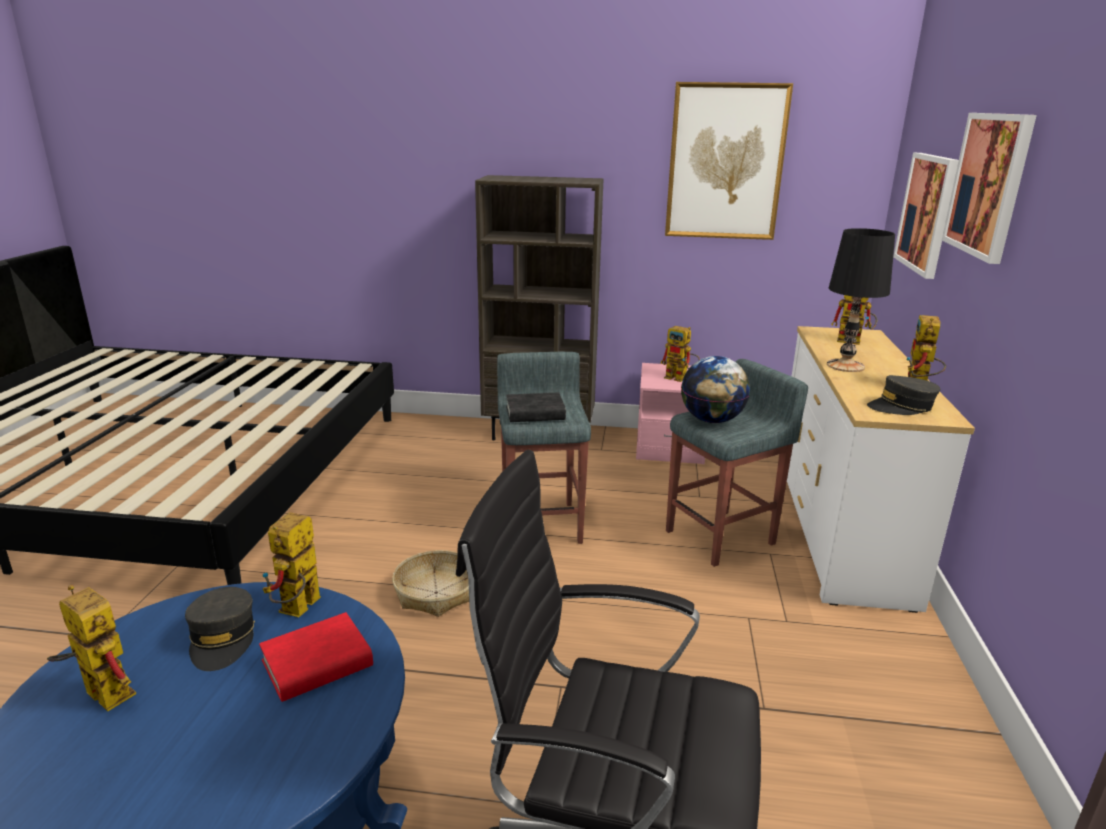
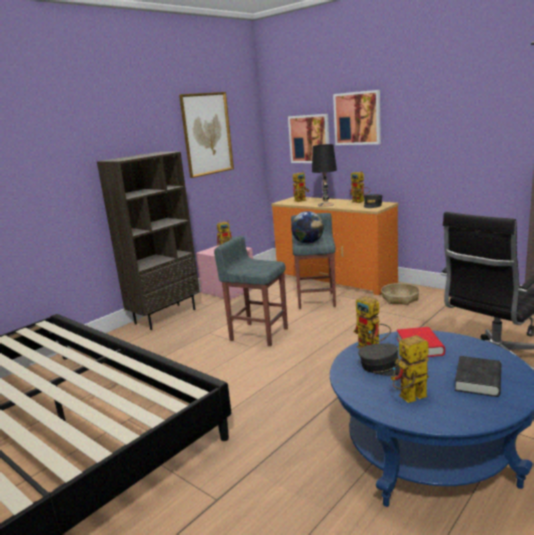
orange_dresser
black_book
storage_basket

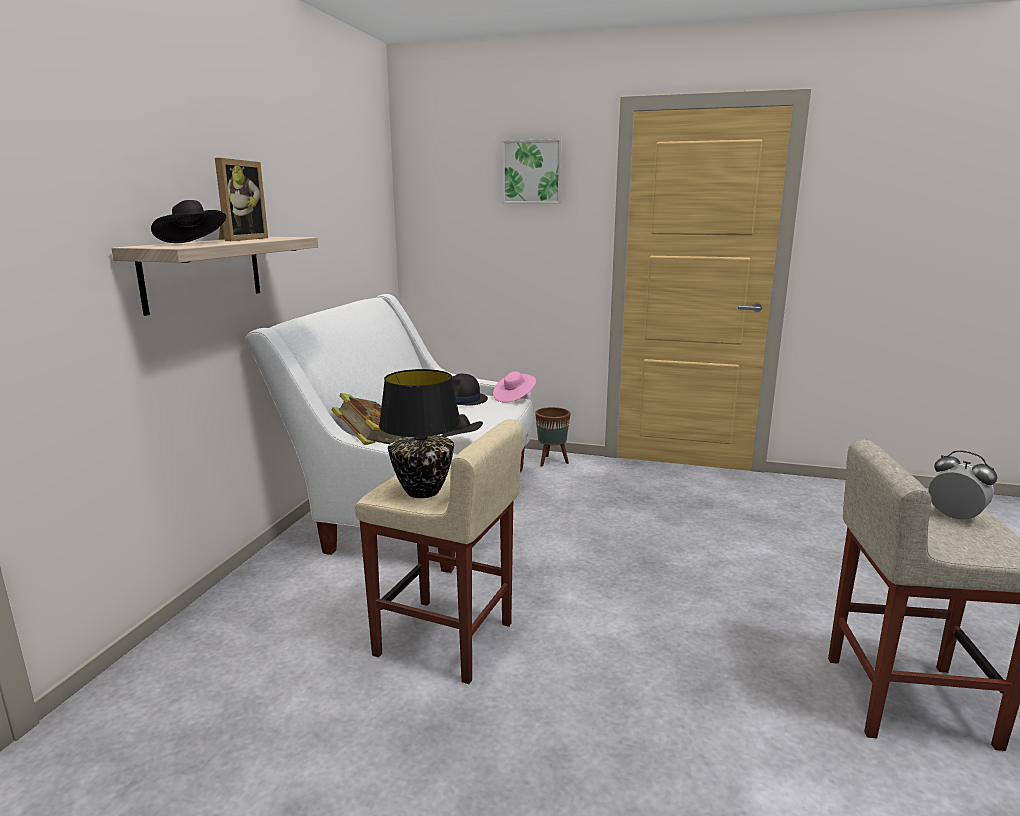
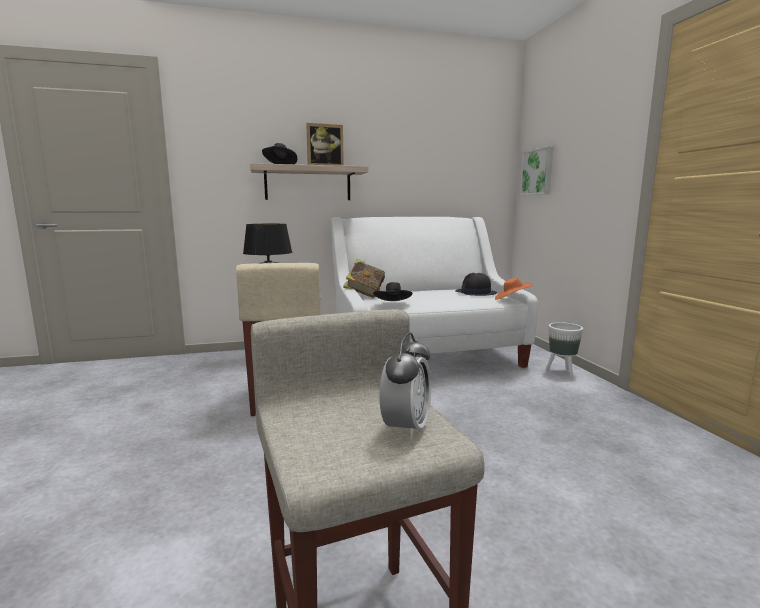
picture
orange_hat
whitish_flower_pot

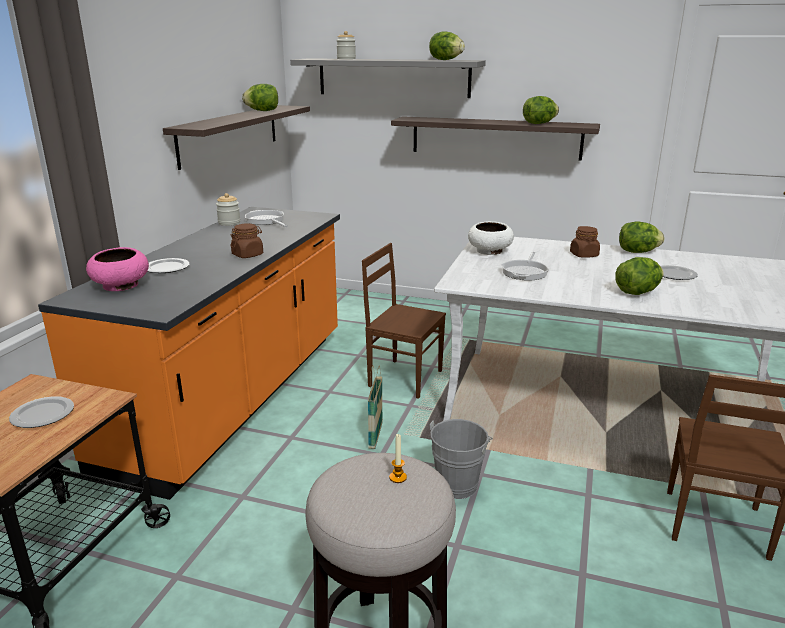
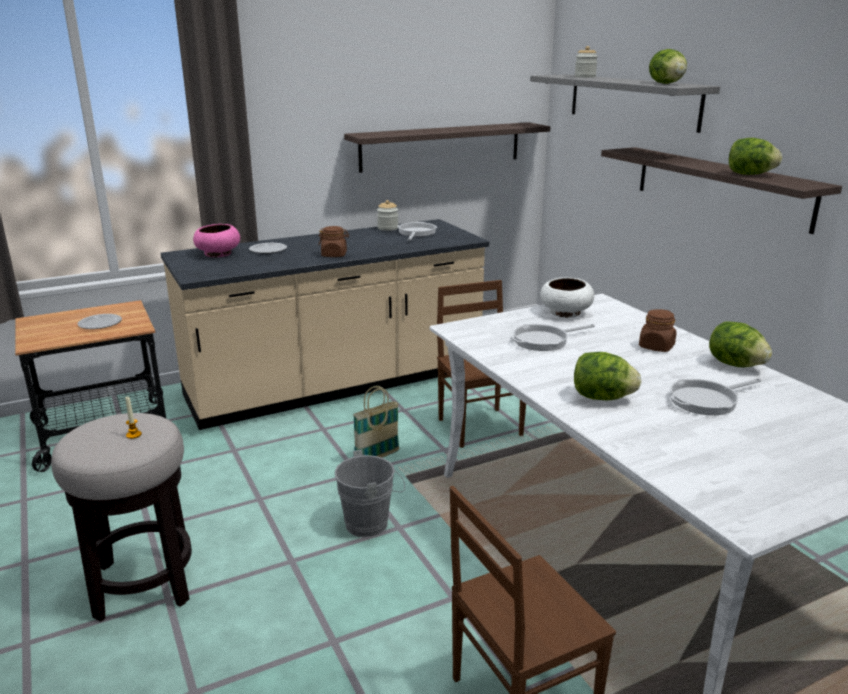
lettuce_head (1st from left in the first image)
beige-coloured_kitchen_base_unit
frying_pan (3rd from left)

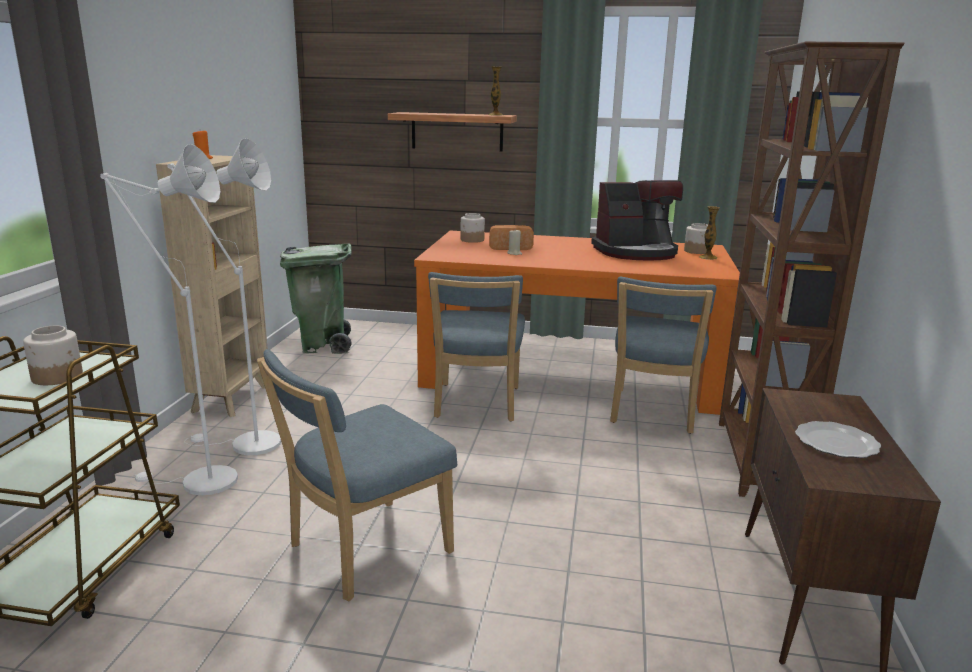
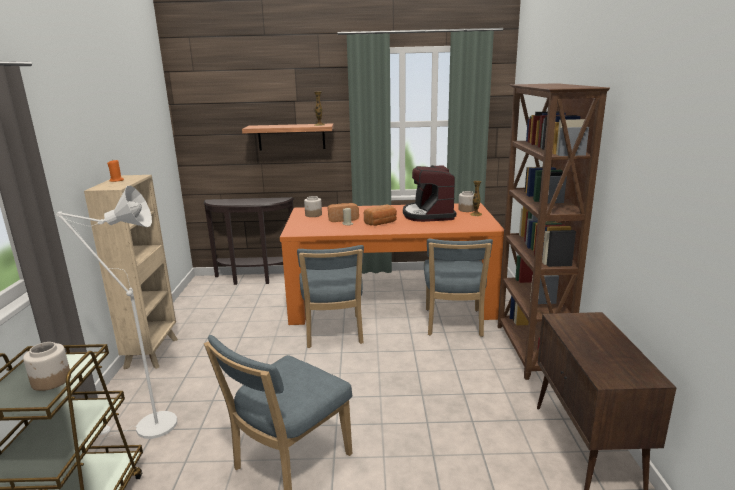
whitish_standard_lamp (2nd from left in the first image)
coffee_maker
green_trash_can
plate
brown_narrow_table
bakery_bread (2nd from left)

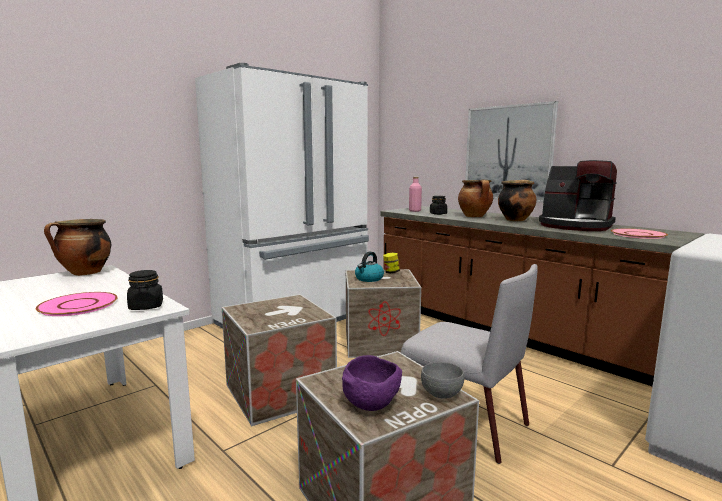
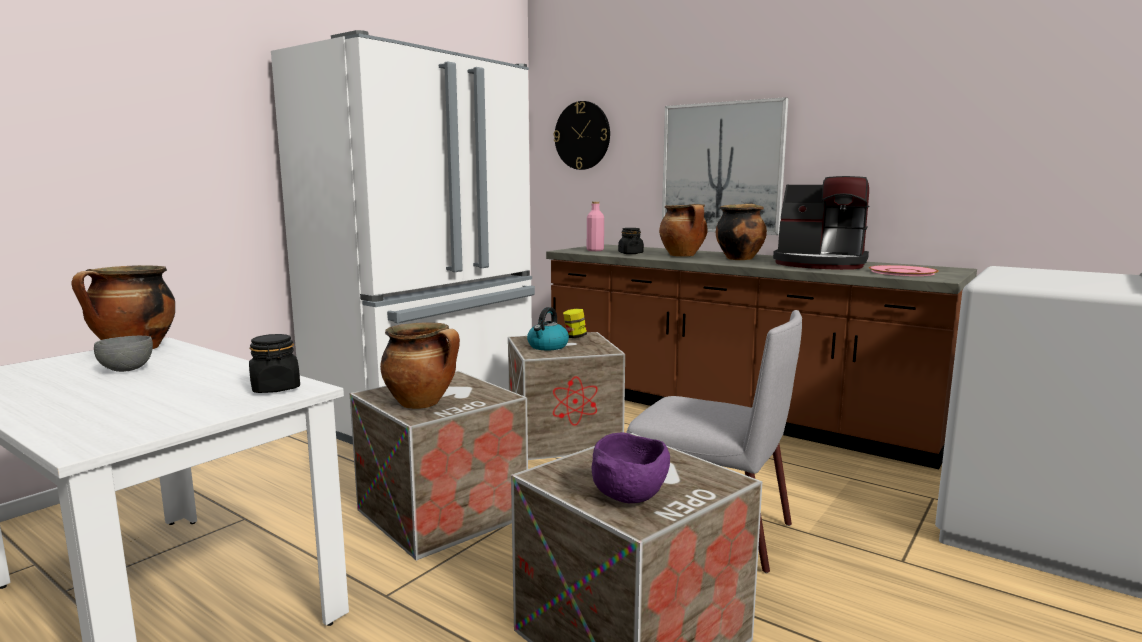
pink-coloured_plate (1st from left in the first image)
gray_bowl
wall_clock
cooking_pot (2nd from left)

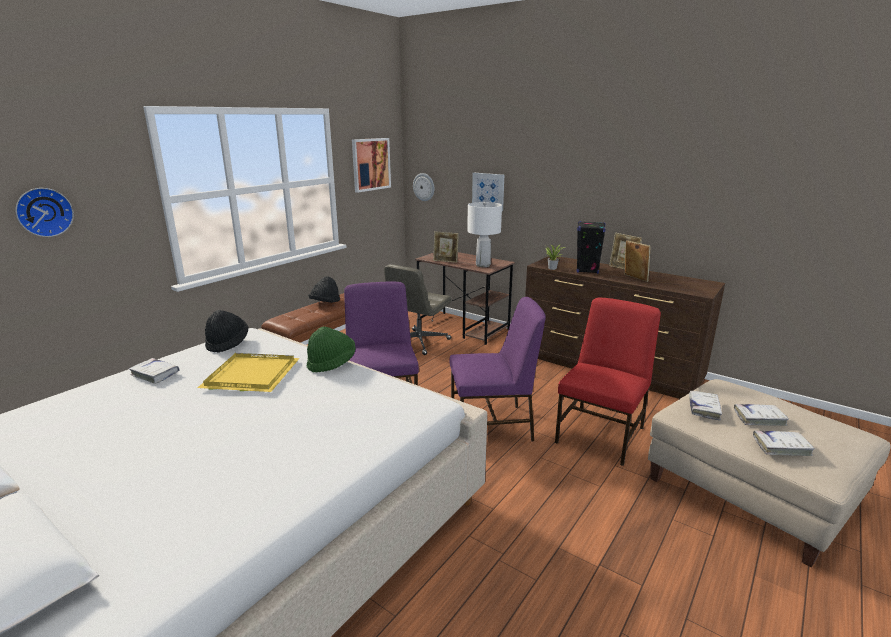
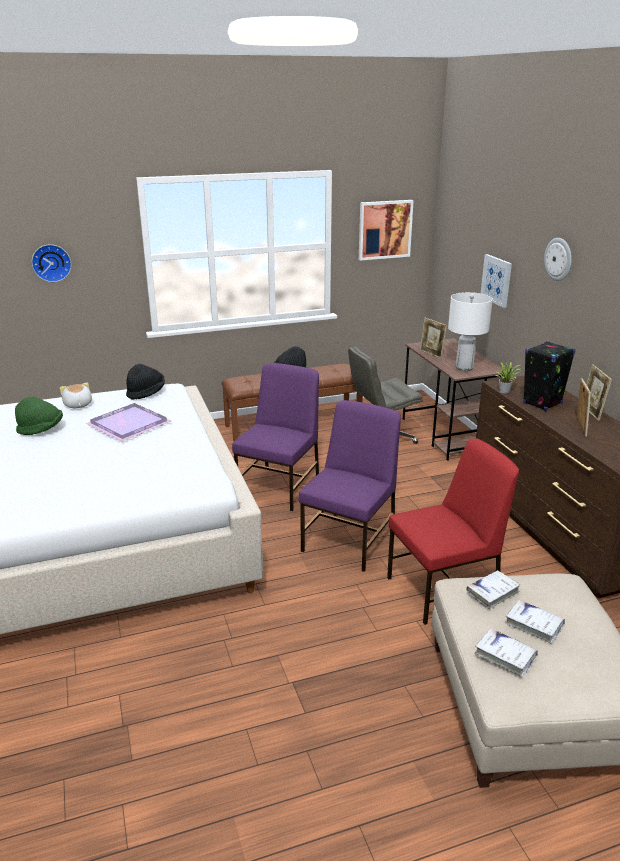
wall_clock (2nd from left)
purple-coloured_upright_chair (2nd from left)
green_hat
purple-coloured_carrying_tray
soft_toy

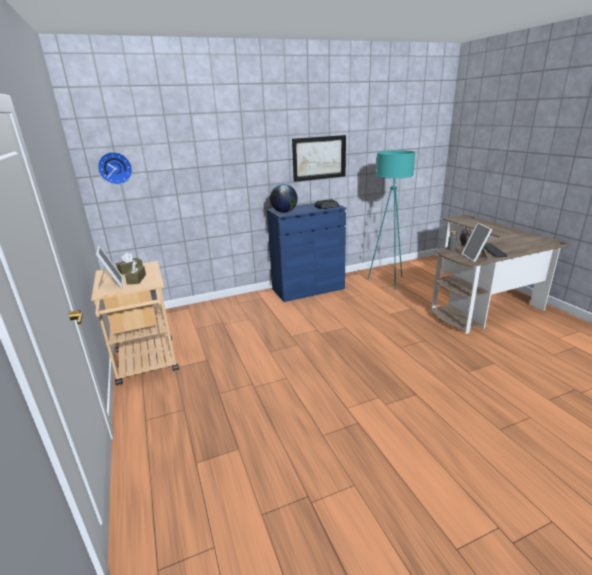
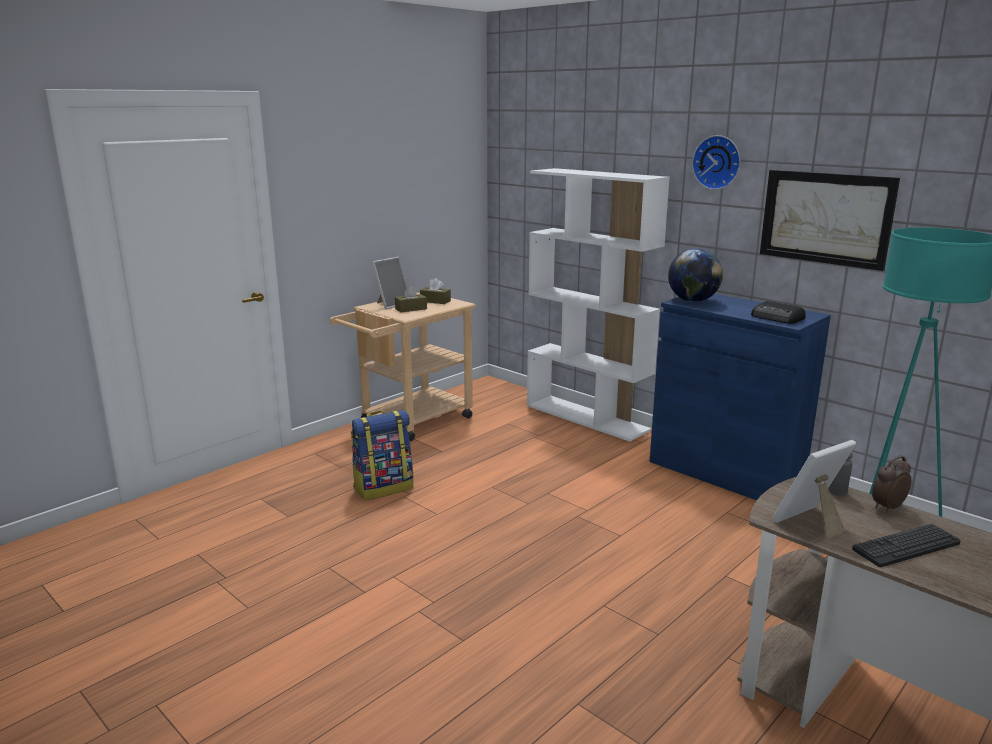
wall_clock
whitish_shelving_unit
knapsack

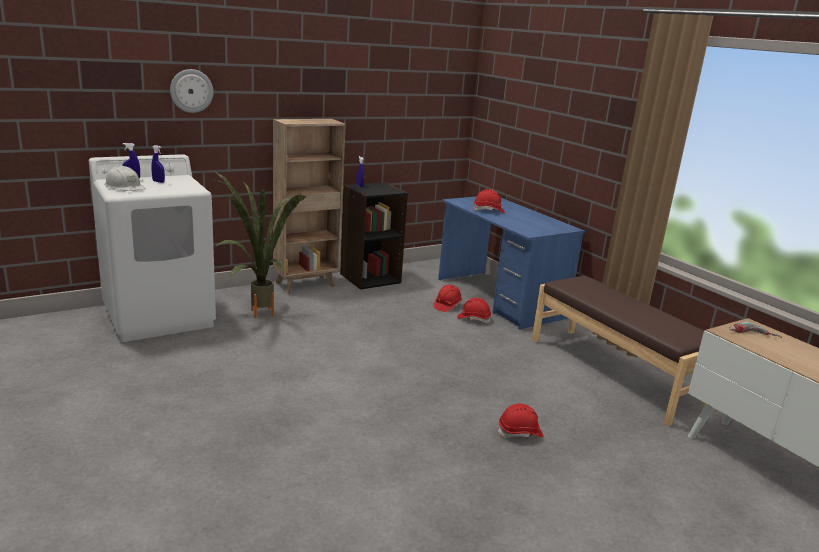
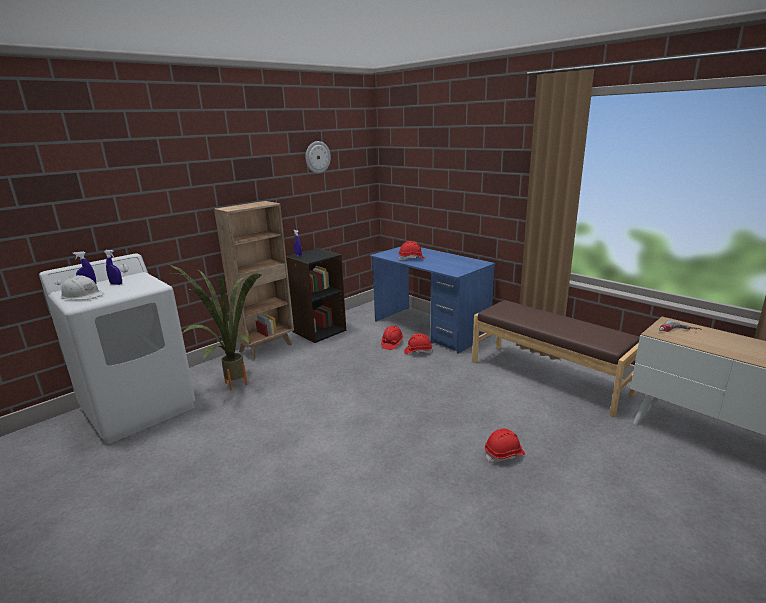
wall_clock

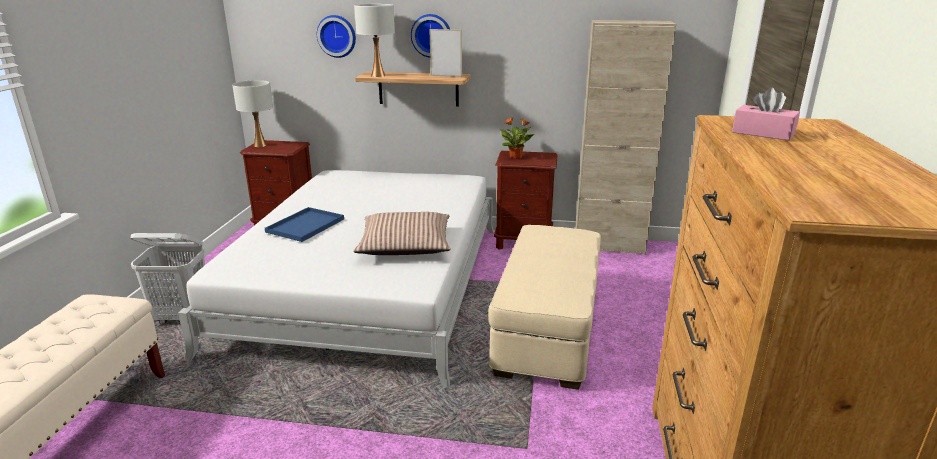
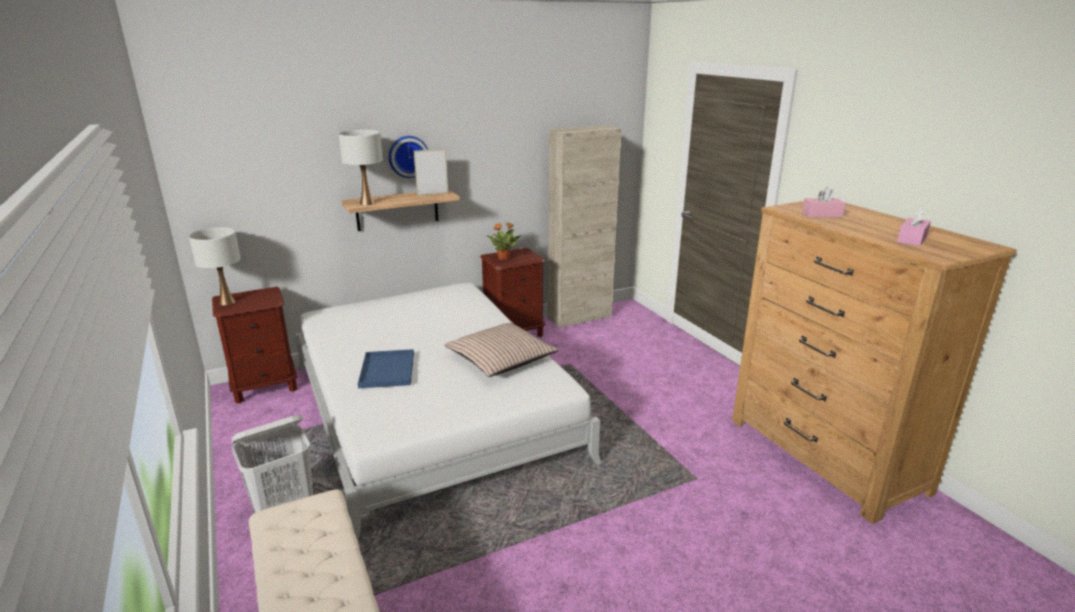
wall_clock (1st from left in the first image)
beige-coloured_ottoman
pink-coloured_tissue_holder (2nd from left)

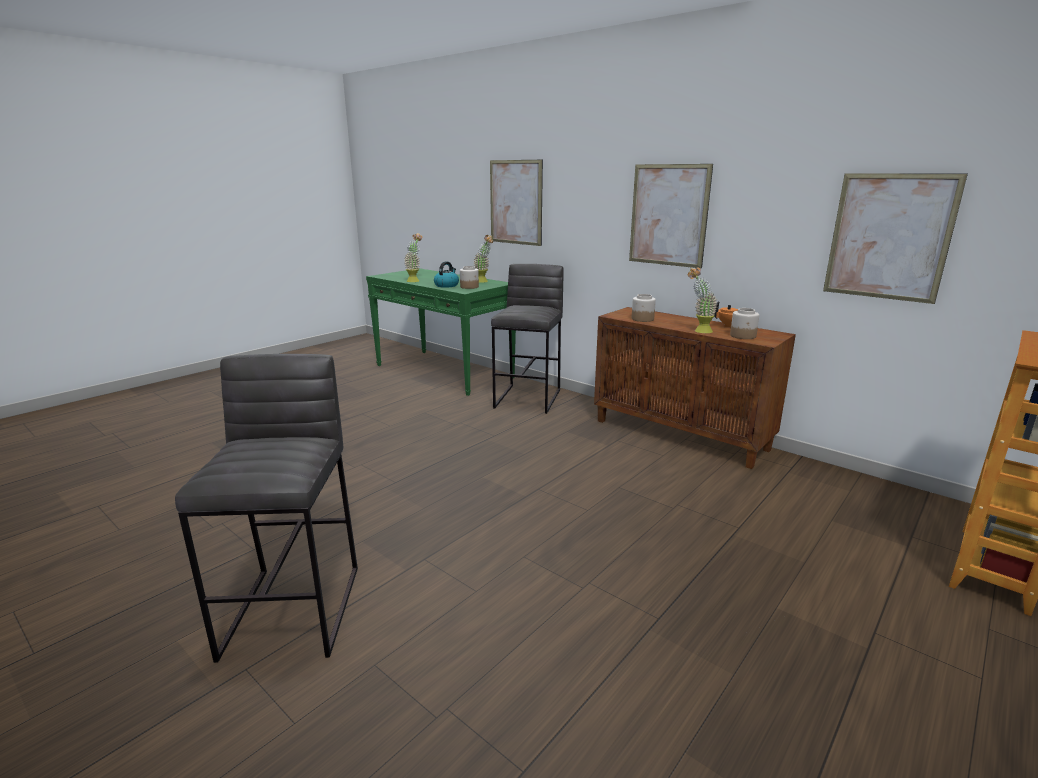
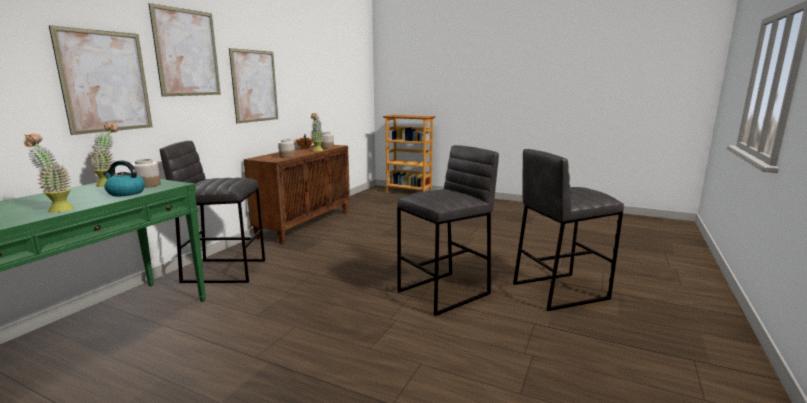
picture (2nd from left)
gray_sitting_stool (2nd from left)

